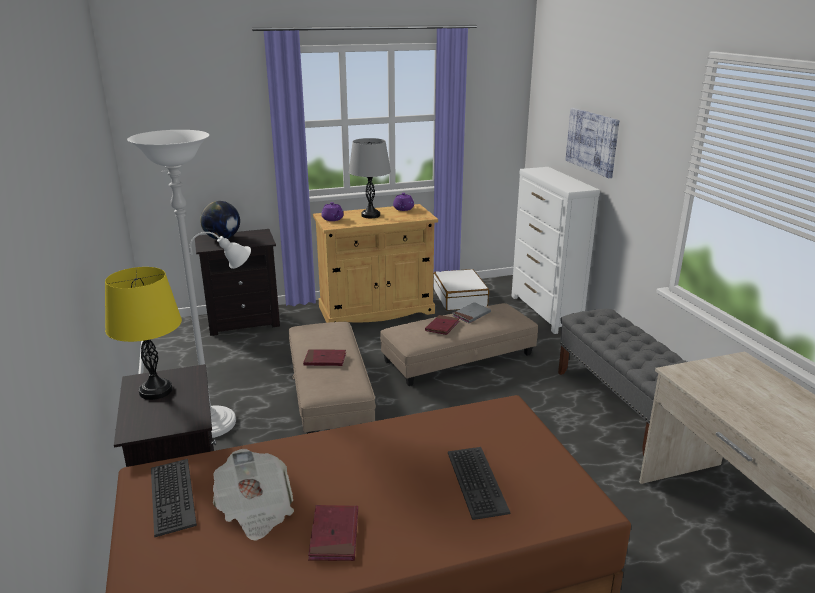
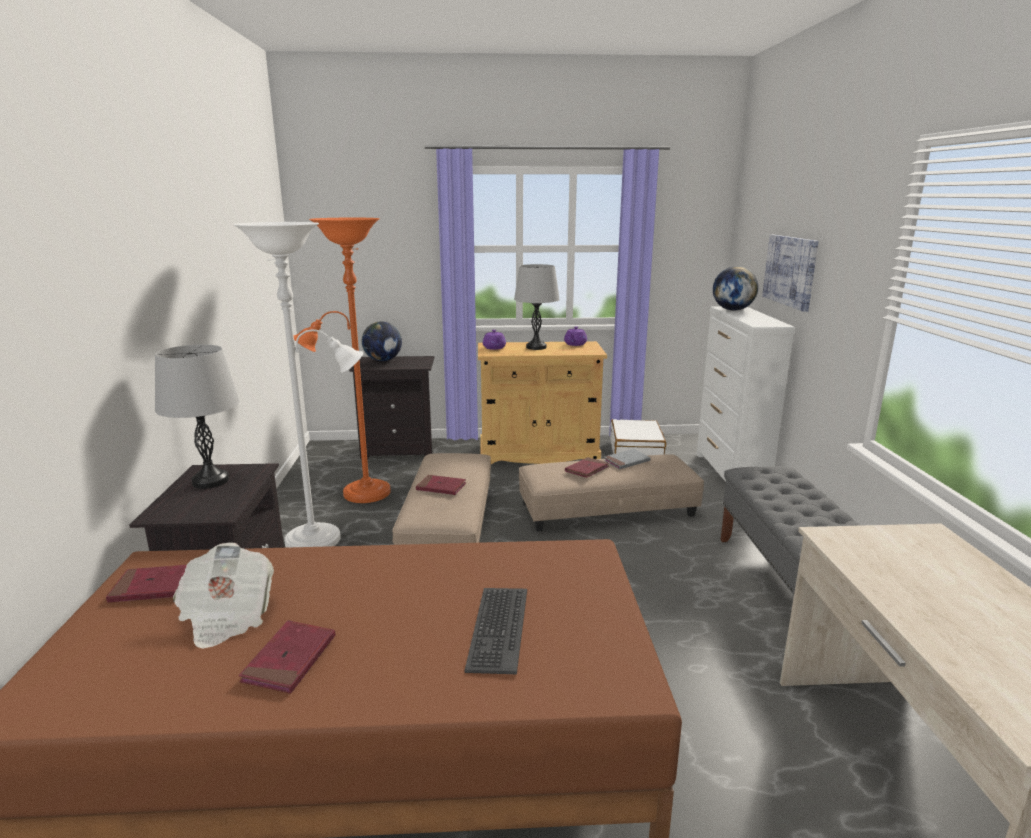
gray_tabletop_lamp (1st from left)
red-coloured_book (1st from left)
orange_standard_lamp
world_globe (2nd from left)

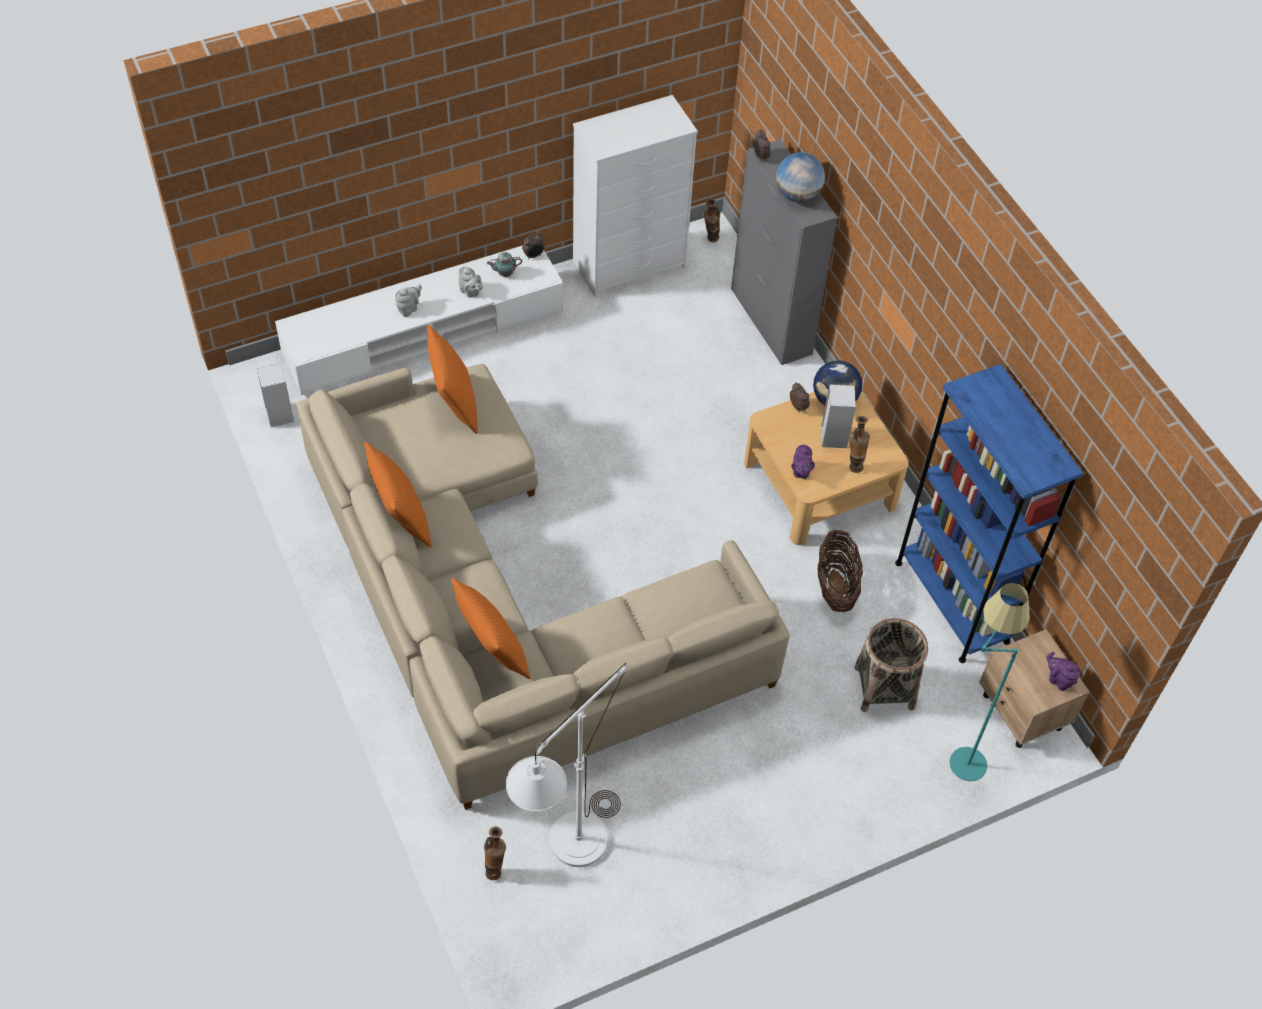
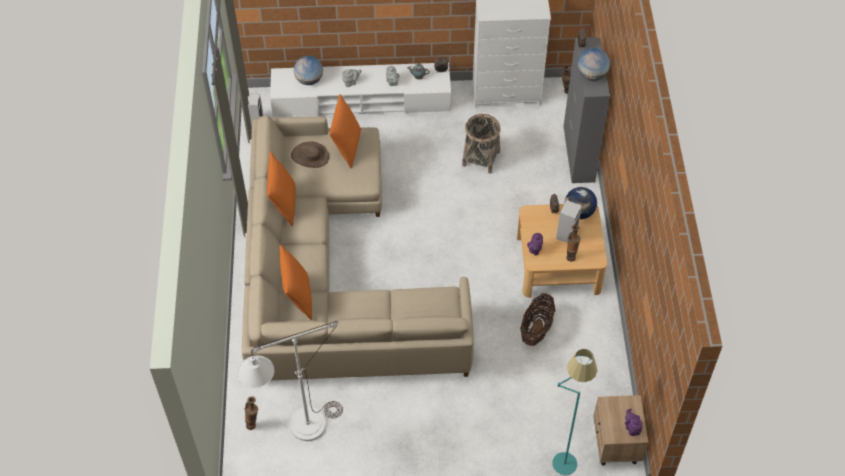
blue-coloured_shelving_unit
storage_basket (1st from left)
world_globe (1st from left)
brown_hat

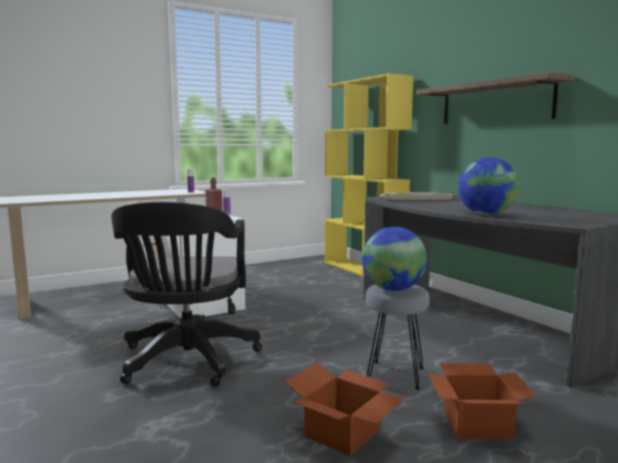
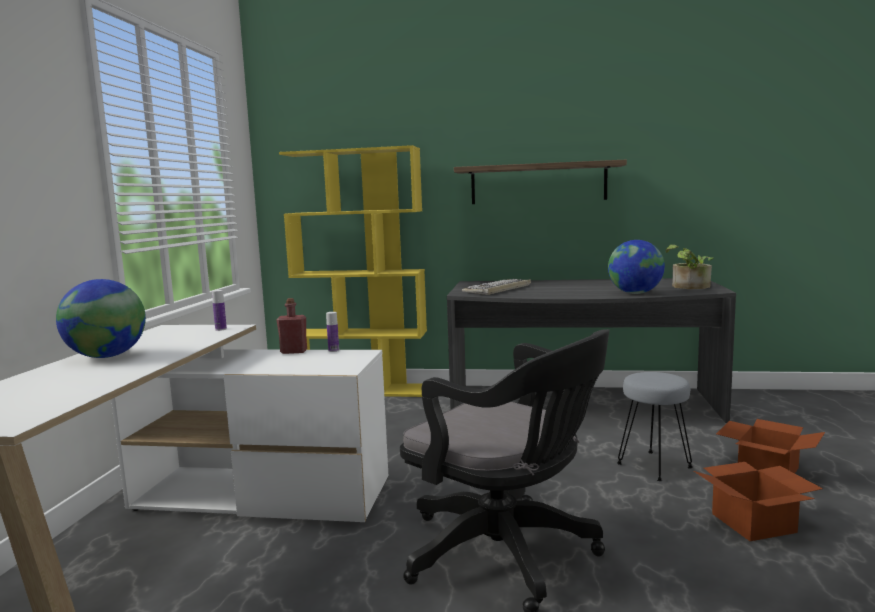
world_globe (1st from left)
potted_plant

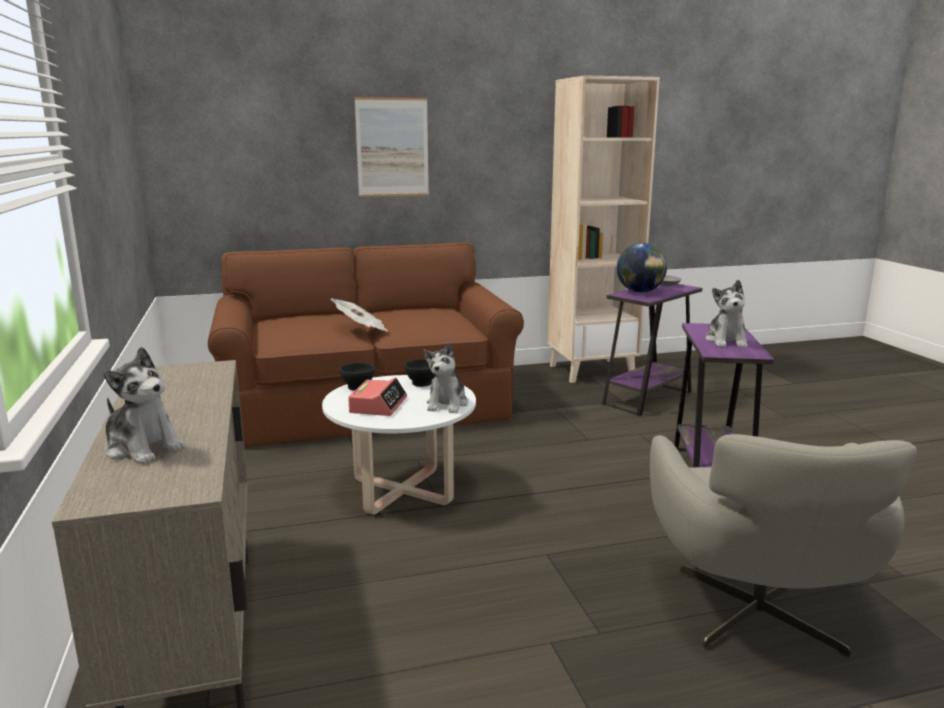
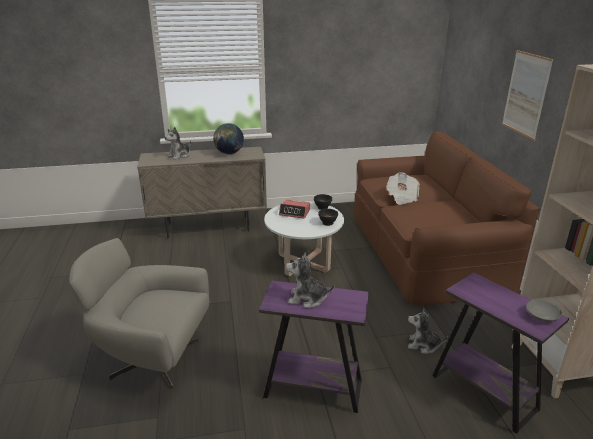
world_globe
soft_toy (3rd from left)

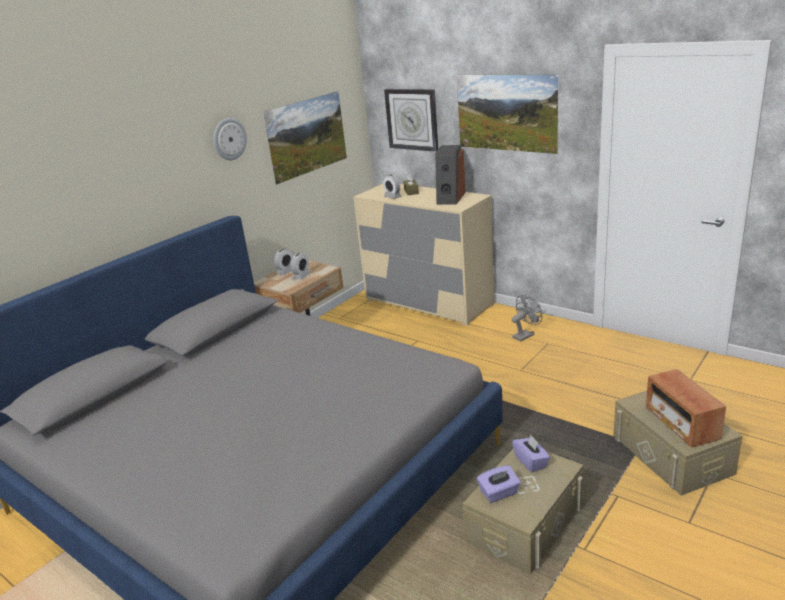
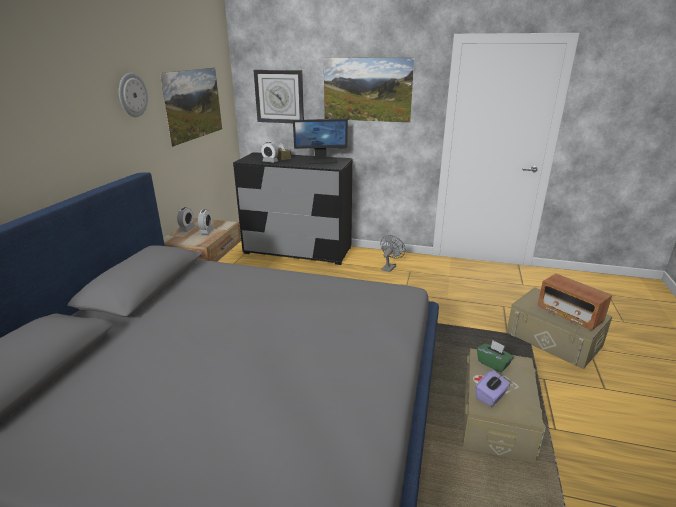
computer_screen
black_dresser
green_tissue_holder

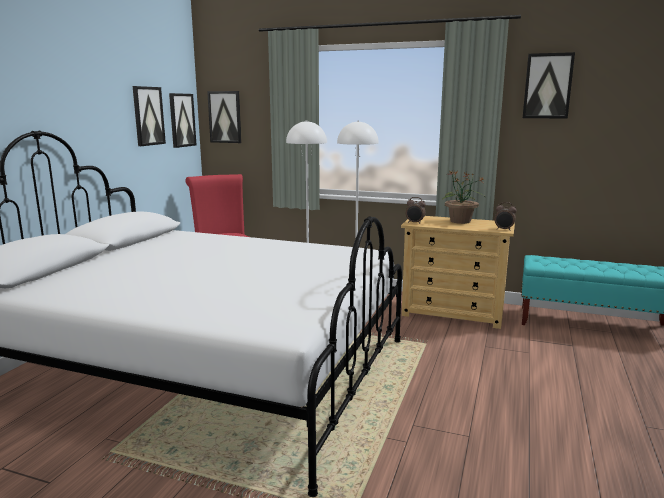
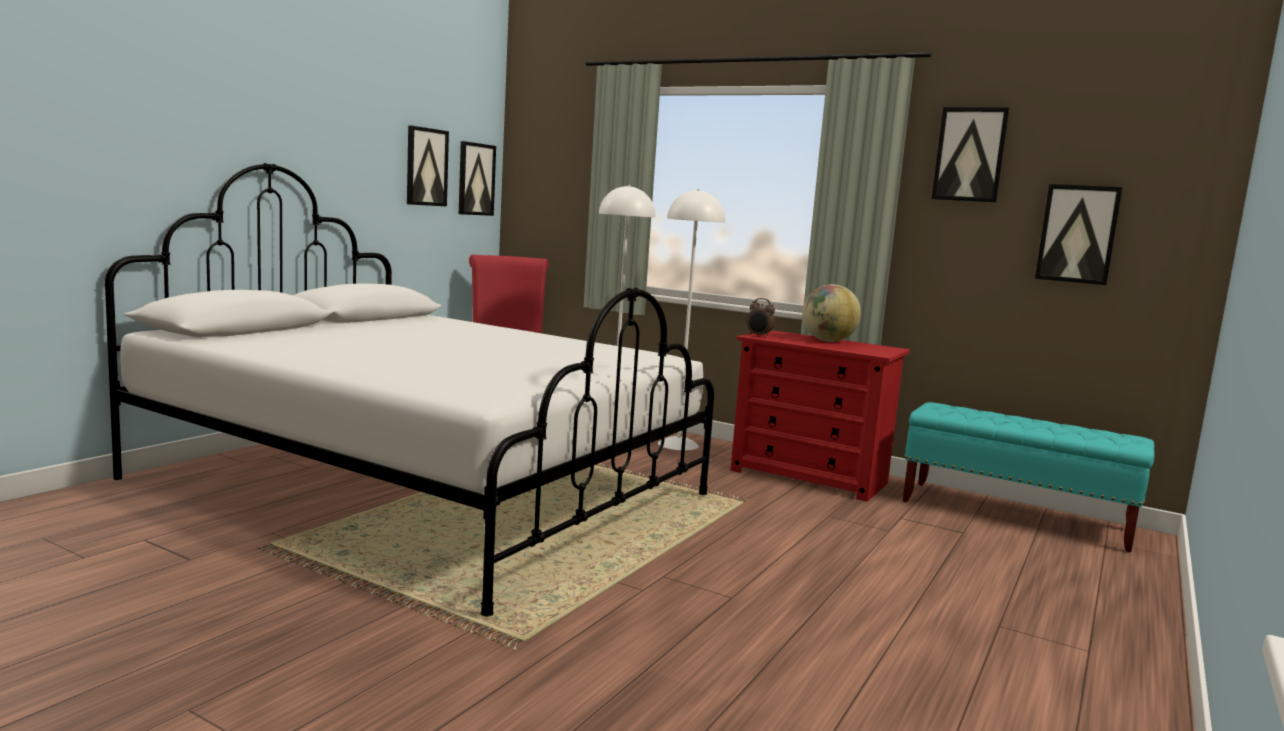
picture (4th from left)
world_globe
table_clock (2nd from left in the first image)
red-coloured_dresser

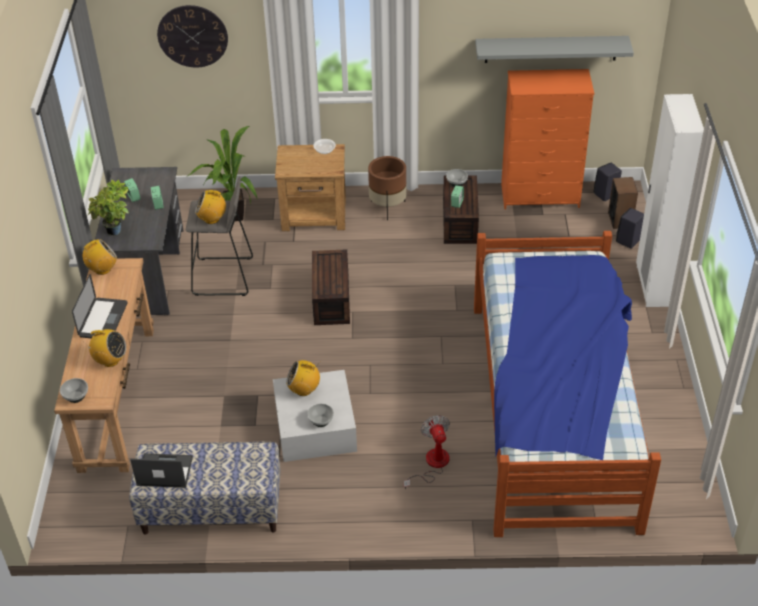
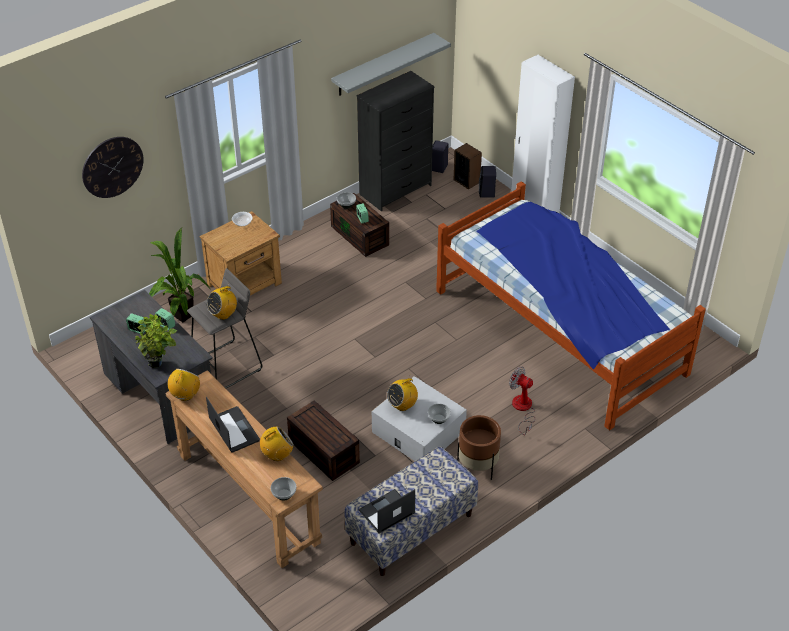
black_dresser
brown_flower_pot
brown_storage_container (1st from left)

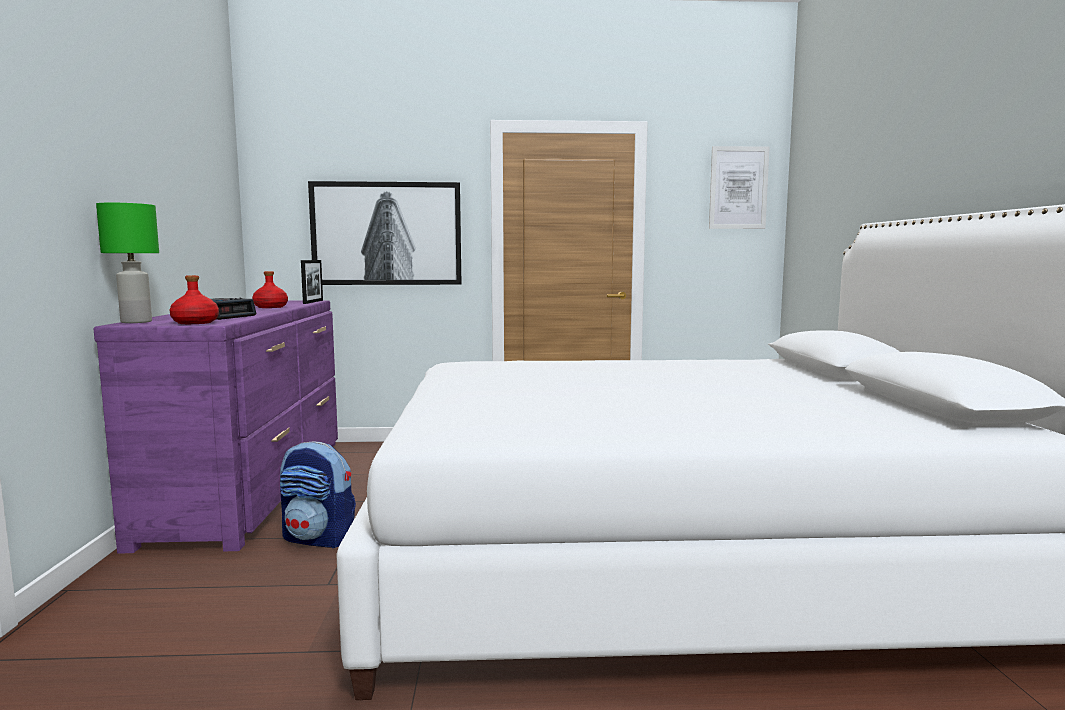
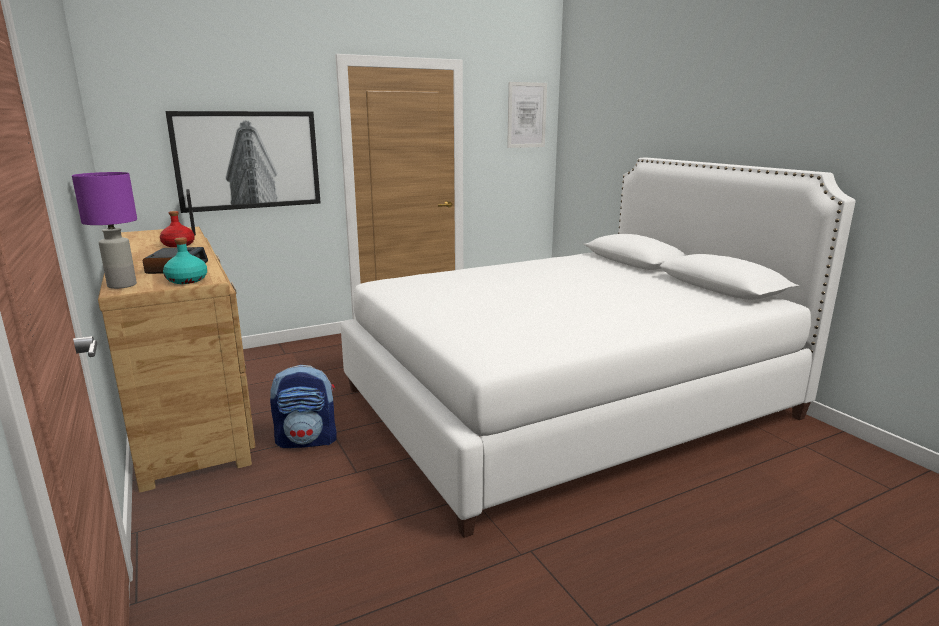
purple-coloured_tabletop_lamp
turquoise-coloured_bottle
brown_dresser

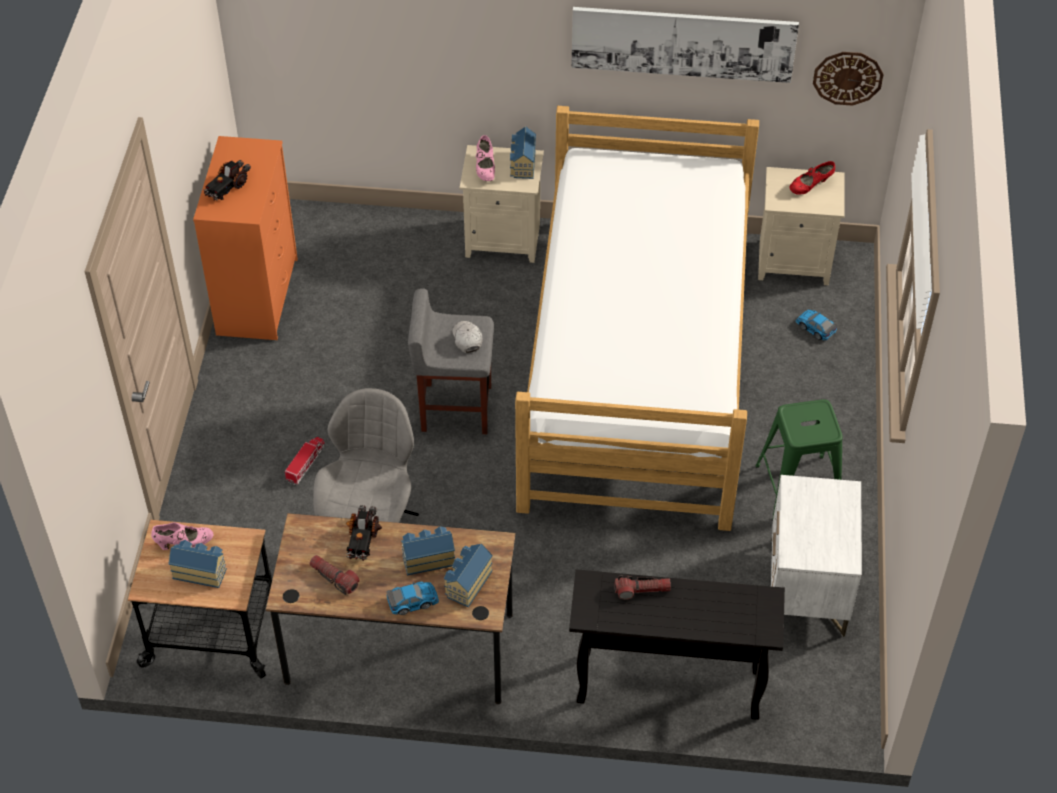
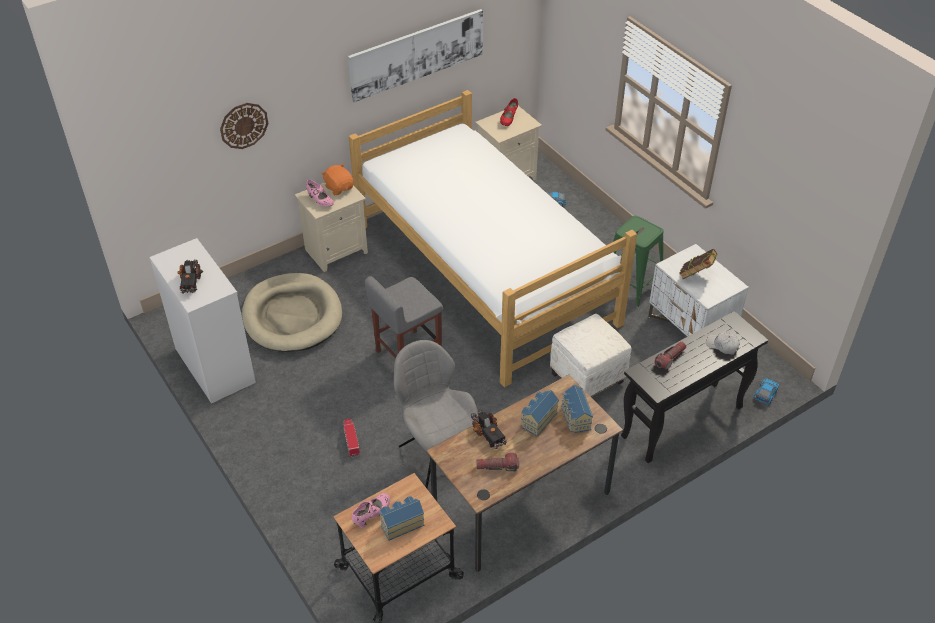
wall_clock
orange_soft_toy
whitish_dresser
whitish_cap
miniature_car (2nd from left)
book
beige-coloured_dog_bed
whitish_ottoman

